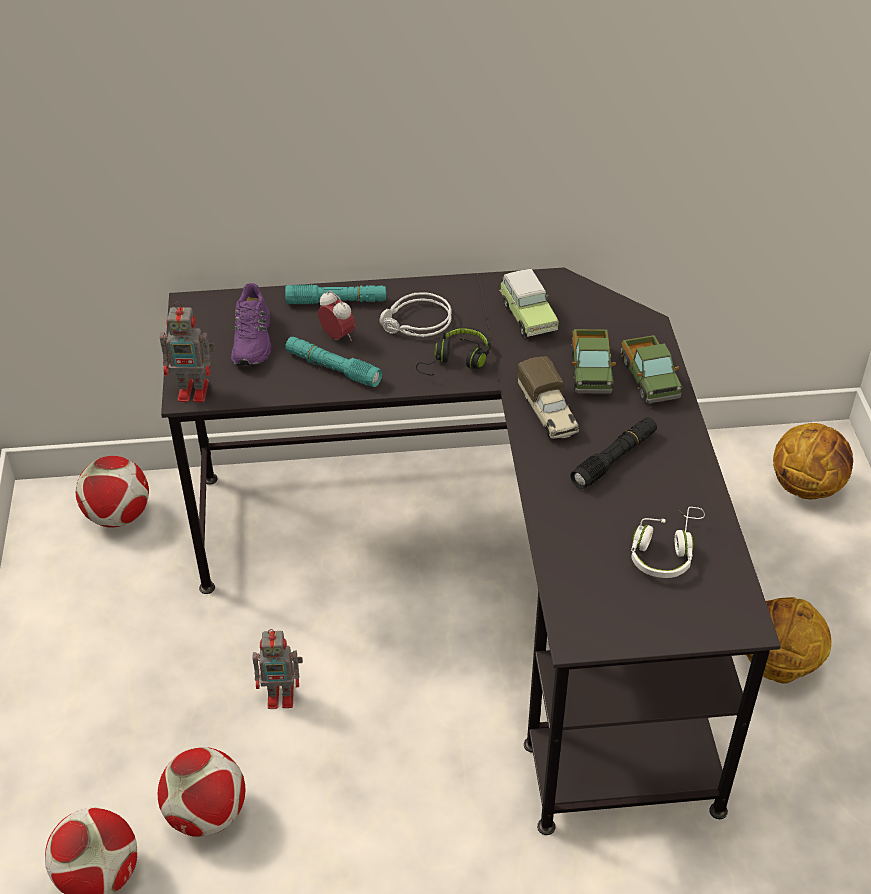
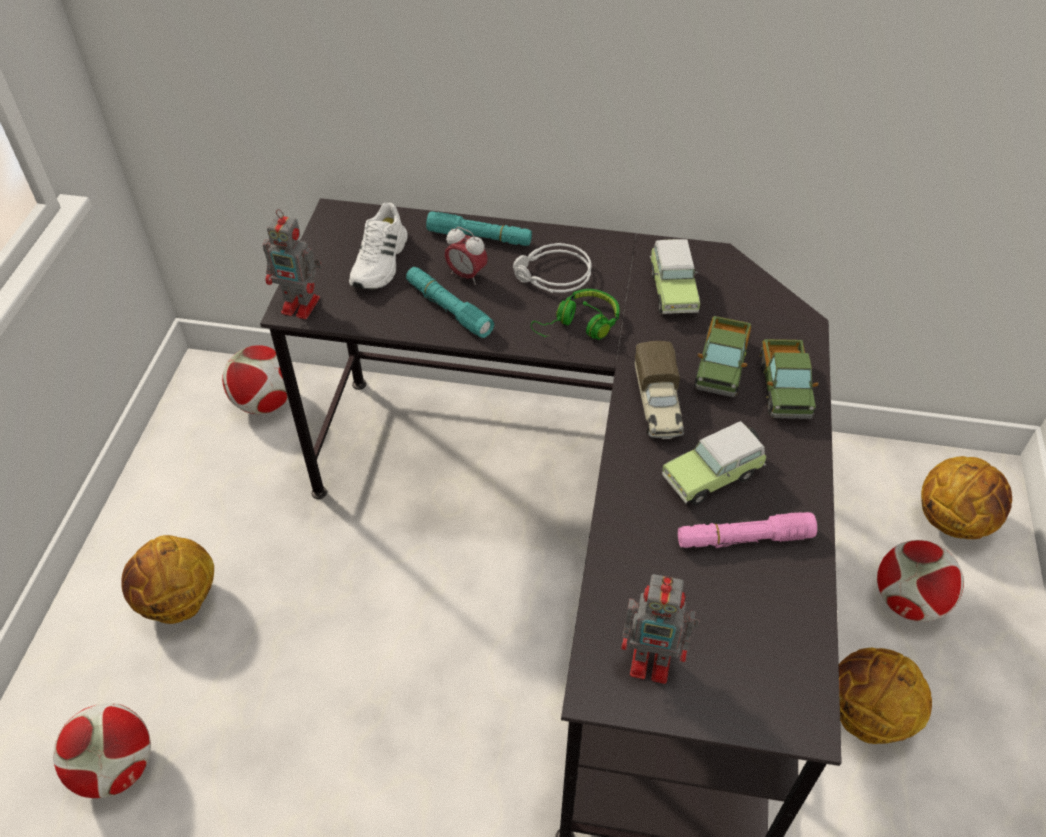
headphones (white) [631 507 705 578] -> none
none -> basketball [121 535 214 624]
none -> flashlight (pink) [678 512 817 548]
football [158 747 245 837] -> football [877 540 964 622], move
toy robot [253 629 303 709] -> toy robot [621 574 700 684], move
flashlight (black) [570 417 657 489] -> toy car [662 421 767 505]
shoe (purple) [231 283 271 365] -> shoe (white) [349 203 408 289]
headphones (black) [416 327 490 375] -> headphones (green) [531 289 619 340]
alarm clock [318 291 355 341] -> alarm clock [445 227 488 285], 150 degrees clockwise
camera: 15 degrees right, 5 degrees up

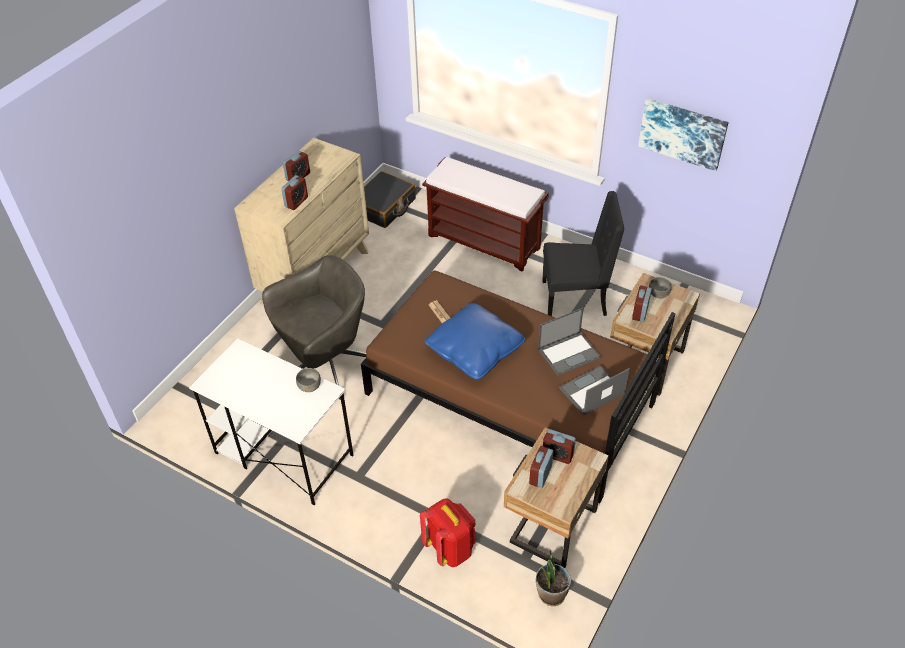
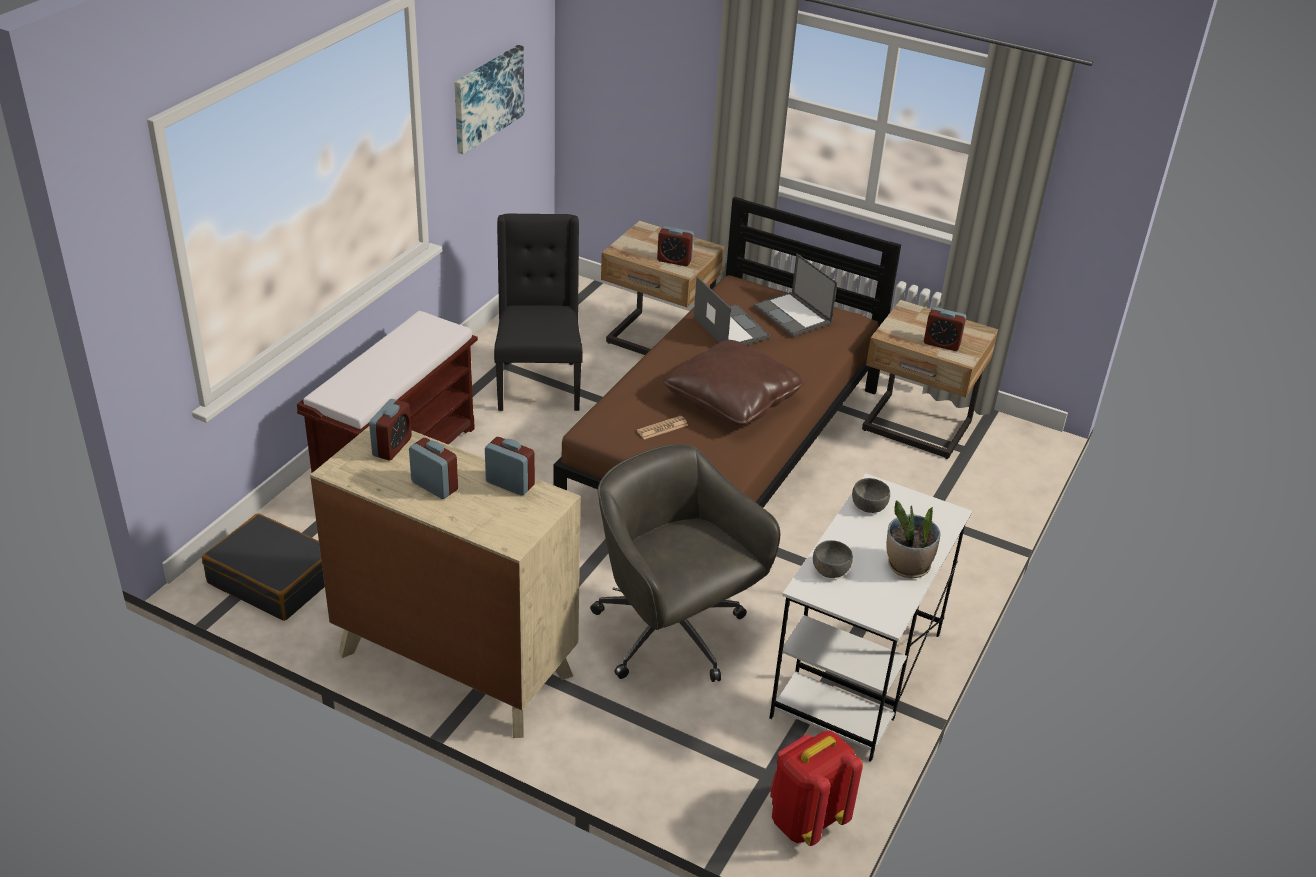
backpack (red) [420 498 477 567] -> backpack (red) [770 731 863 846], move
potted plant [536 550 571 606] -> potted plant [886 500 940 578], move
alarm clock [543 429 576 464] -> alarm clock [369 399 412 461], move
bowl (grey) [649 277 672 298] -> bowl (grey) [813 540 853 578], move
pillow (blue) [425 303 525 380] -> pillow (brown) [663 340 804 426]
camera: 95 degrees left, 10 degrees down

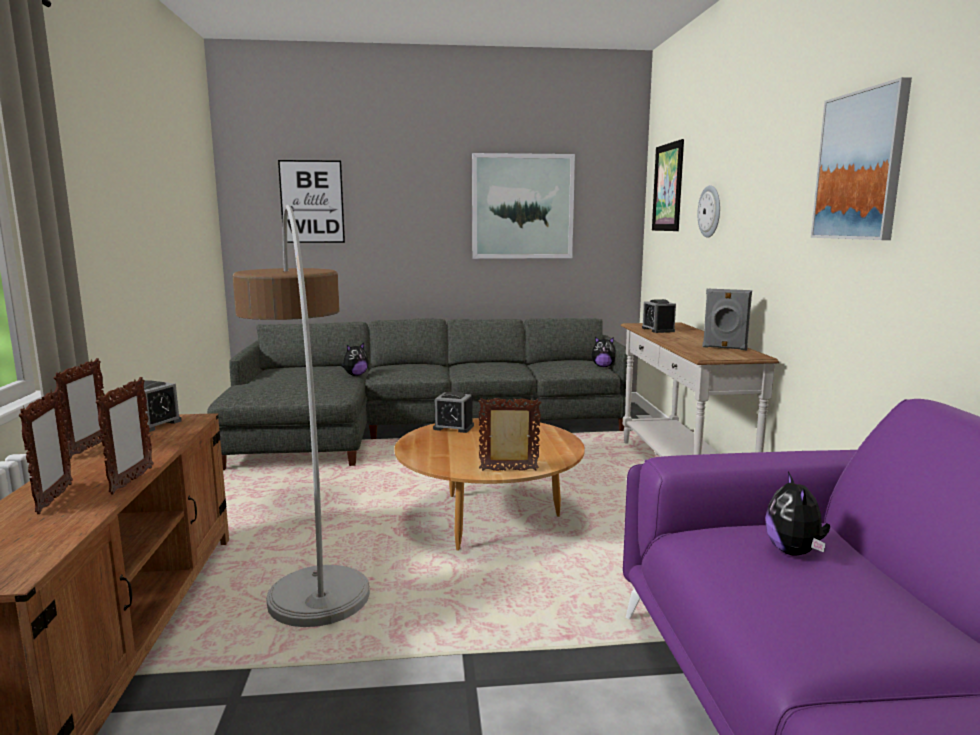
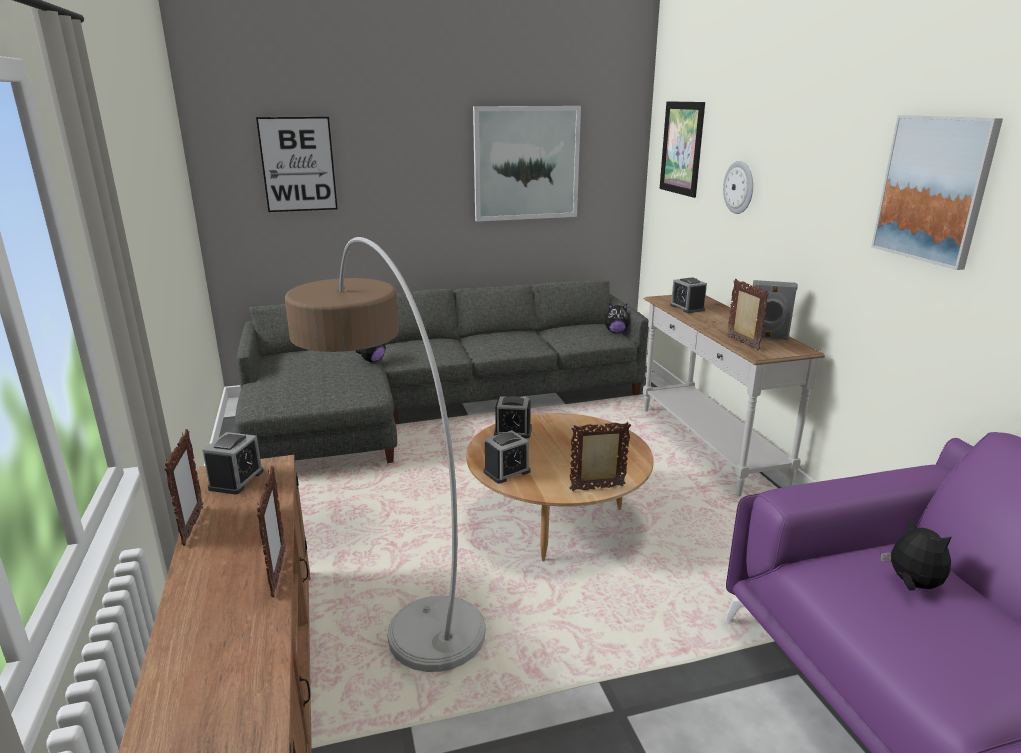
none -> alarm clock [483 430 530 484]
picture frame [19 388 73 514] -> picture frame [727 279 769 351], move
plush toy [765 472 830 556] -> plush toy [880 517 952 591], 150 degrees clockwise
camera: 10 degrees left, 10 degrees up

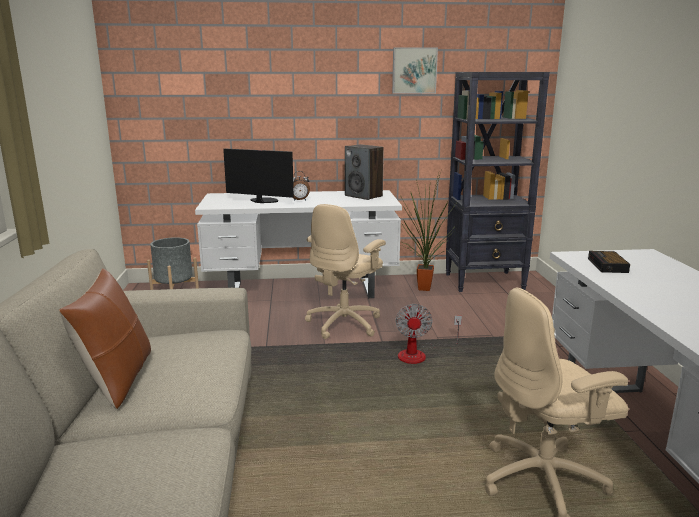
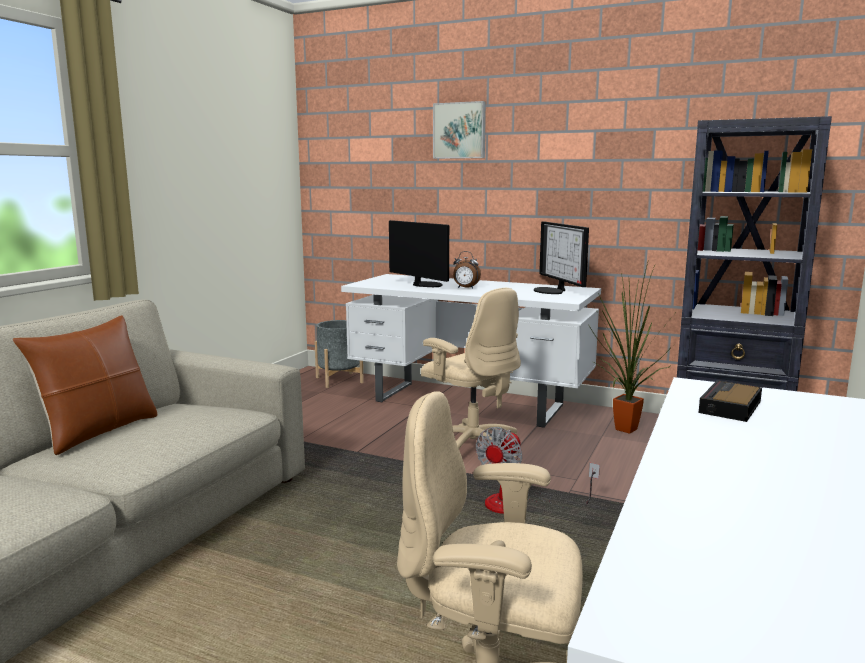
picture [392 47 438 94] -> picture [433 101 486 159], move
speaker [345 144 384 200] -> monitor [534 221 589 294]
office chair (beige) [305 204 386 339] -> office chair (beige) [421 288 521 458], 105 degrees counterclockwise
camera: 30 degrees right, 5 degrees down

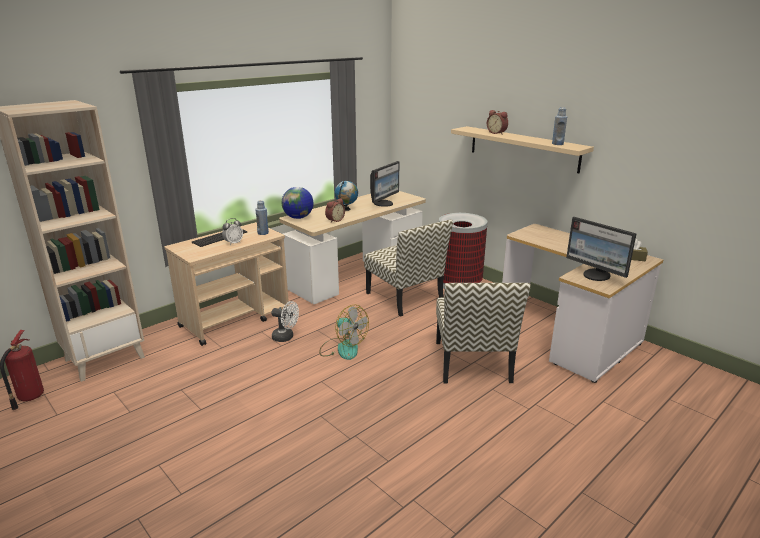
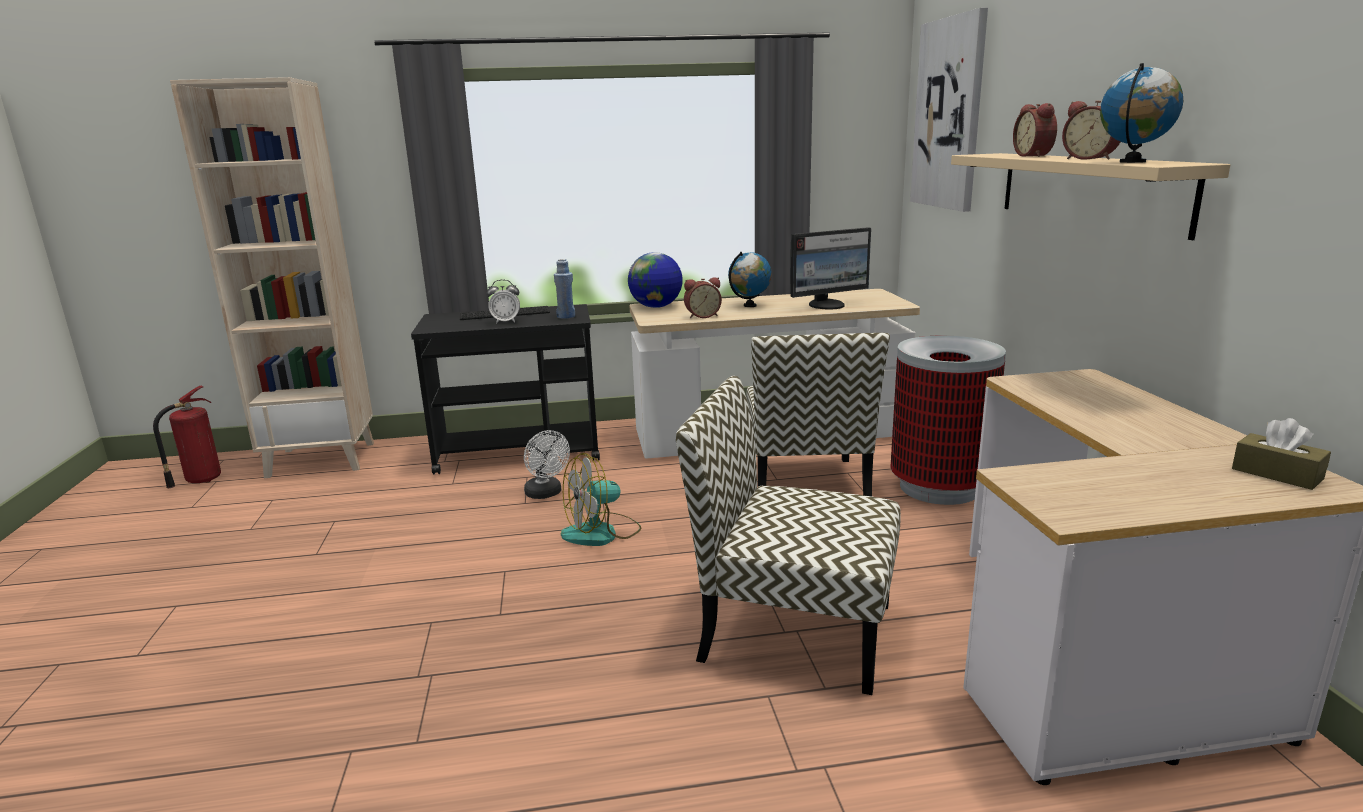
monitor [566 217 637 281] -> none
none -> picture [910 8 988 212]
none -> alarm clock [1062 100 1120 160]
bottle (blue) [552 107 567 145] -> globe [1100 63 1183 163]
cart (beige) [164 222 289 346] -> cart (black) [411 304 600 475]
fan [319 305 369 360] -> fan [561 453 641 546], 75 degrees clockwise
chair [436 283 531 383] -> chair [676 376 901 695], 75 degrees clockwise
camera: 35 degrees right, 5 degrees down

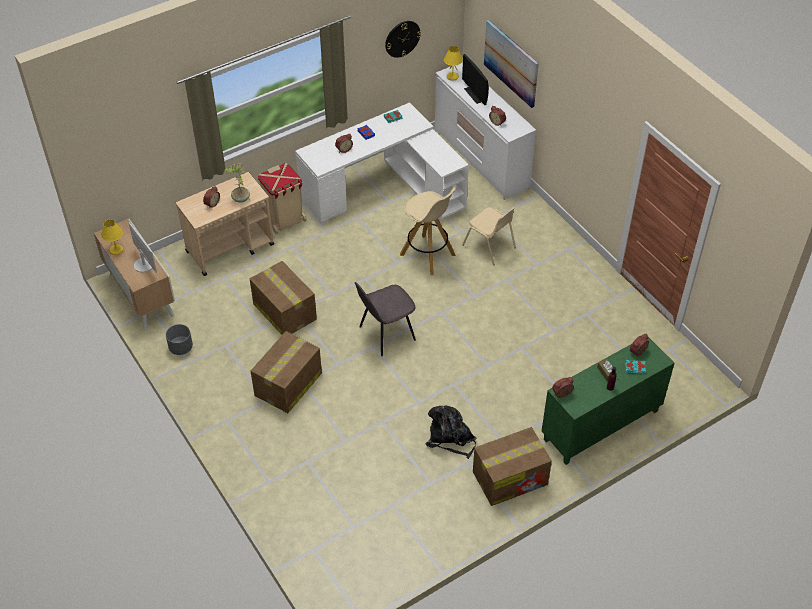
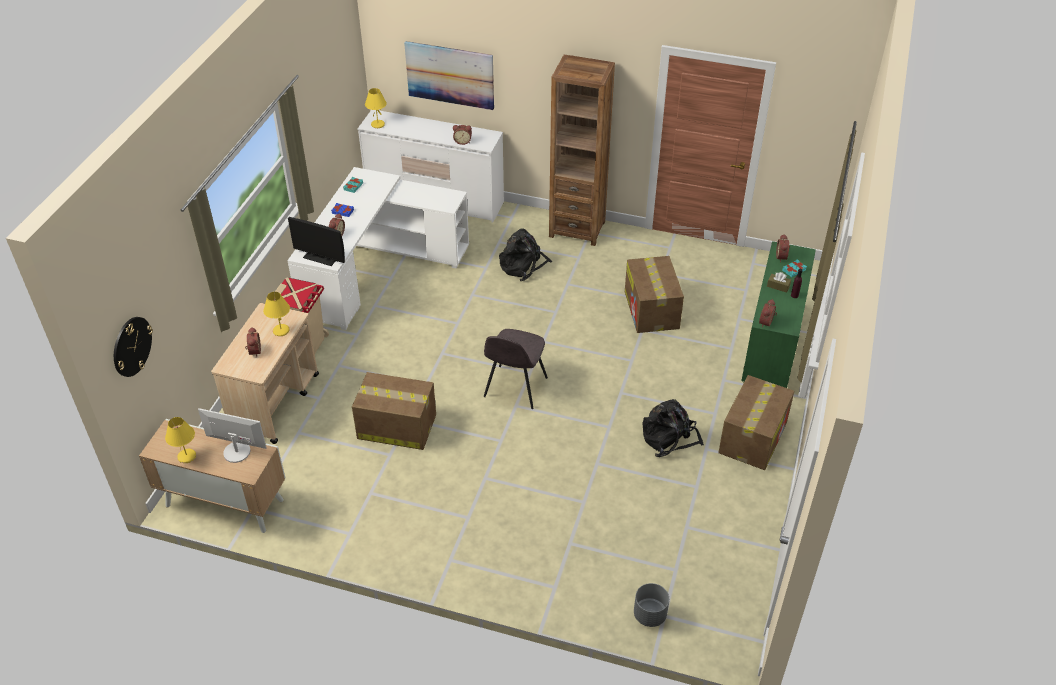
stool (beige) [400 187 456 275] -> none
none -> bookcase (brown) [549 55 615 246]
planter (grey) [166 324 193 355] -> planter (grey) [634 583 669 627], move
cardboard box [251 331 322 413] -> cardboard box [625 256 684 333], move
wall clock [385 21 421 58] -> wall clock [114 317 153 377], move
monitor [462 54 489 105] -> monitor [288 217 345 266], move
potted plant [225 163 250 203] -> table lamp (yellow) [263 292 290 336]
chair (beige) [462 207 516 265] -> backpack (black) [499 228 553 281]
camera: 40 degrees left, 5 degrees down

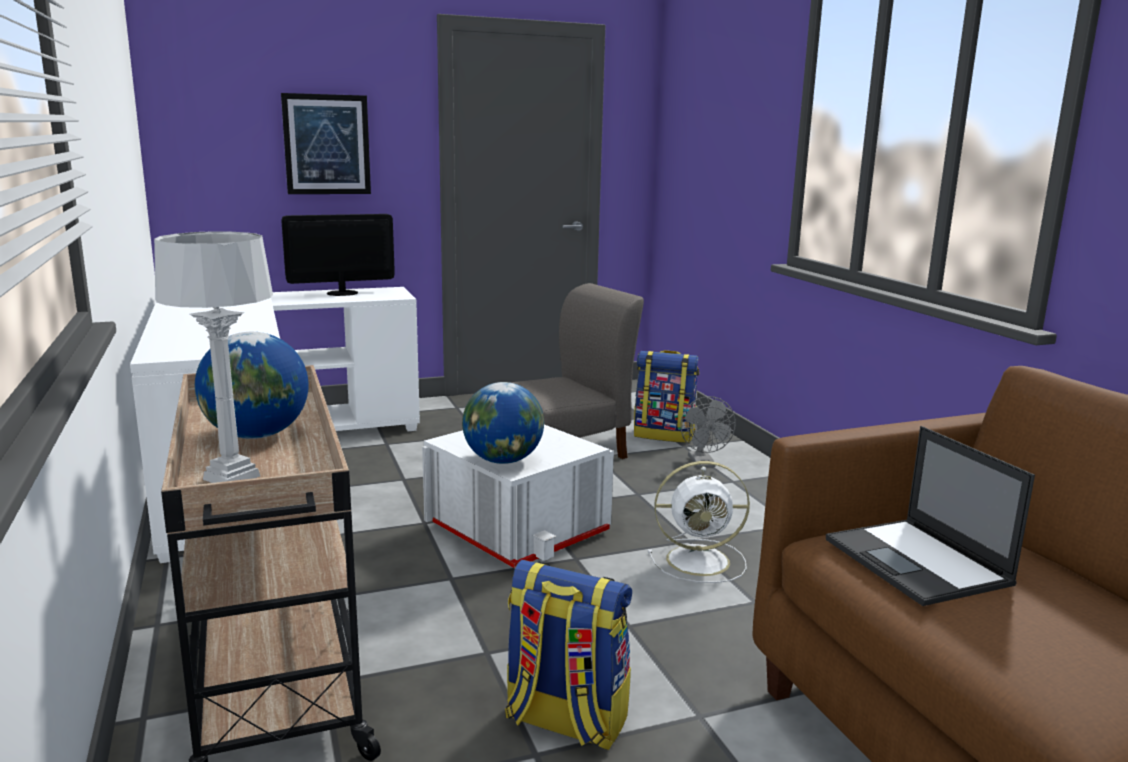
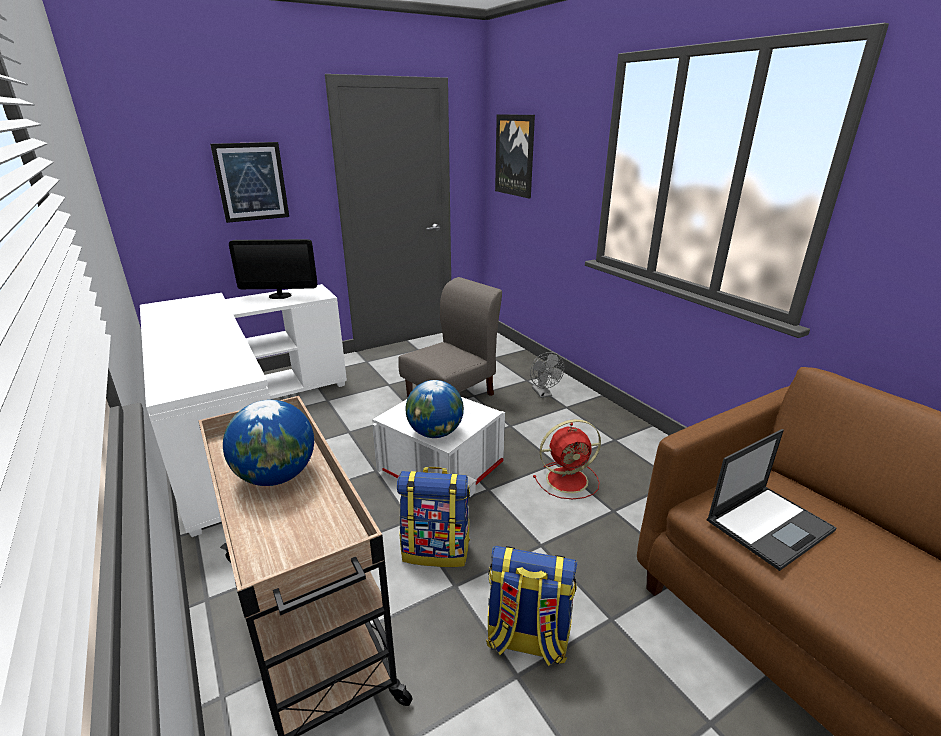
table lamp (grey) [154 231 273 483] -> none
none -> picture [495 114 535 198]
backpack [634 350 699 443] -> backpack [397 467 470 567], move
fan (white) [648 461 750 583] -> fan (red) [533 419 601 499]
monitor [281 214 394 296] -> monitor [229 239 317 299], 150 degrees counterclockwise
laptop [826 426 1035 606] -> laptop [707 429 836 571], 90 degrees counterclockwise
camera: 10 degrees left, 10 degrees up

